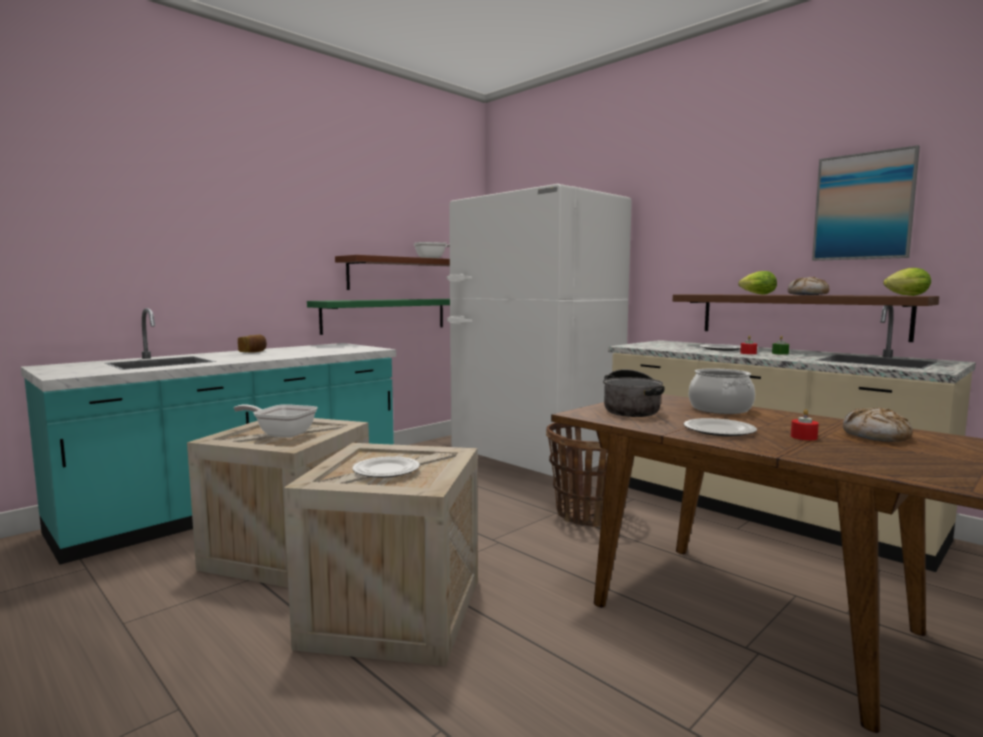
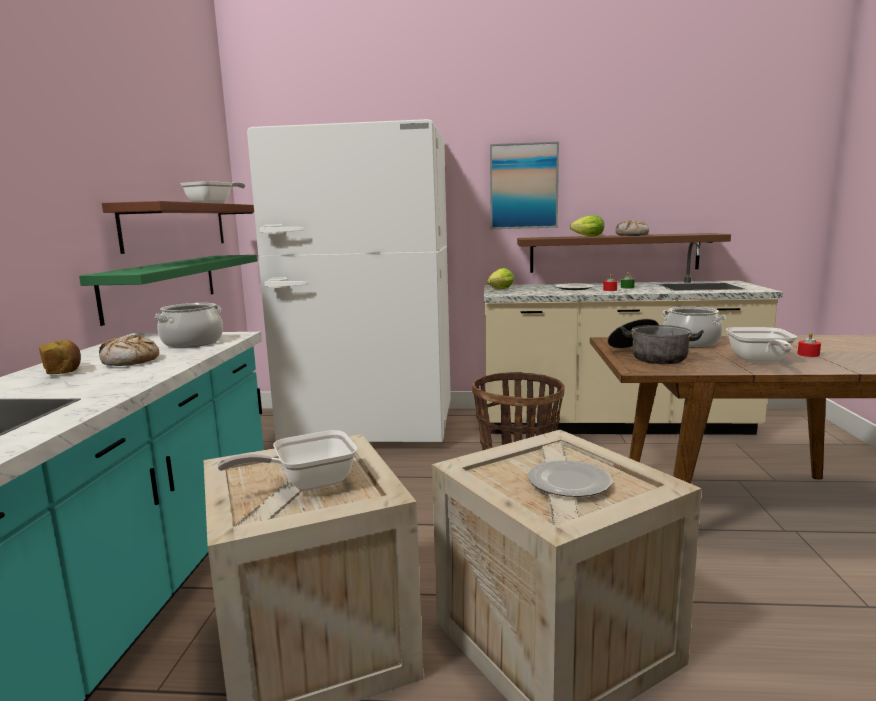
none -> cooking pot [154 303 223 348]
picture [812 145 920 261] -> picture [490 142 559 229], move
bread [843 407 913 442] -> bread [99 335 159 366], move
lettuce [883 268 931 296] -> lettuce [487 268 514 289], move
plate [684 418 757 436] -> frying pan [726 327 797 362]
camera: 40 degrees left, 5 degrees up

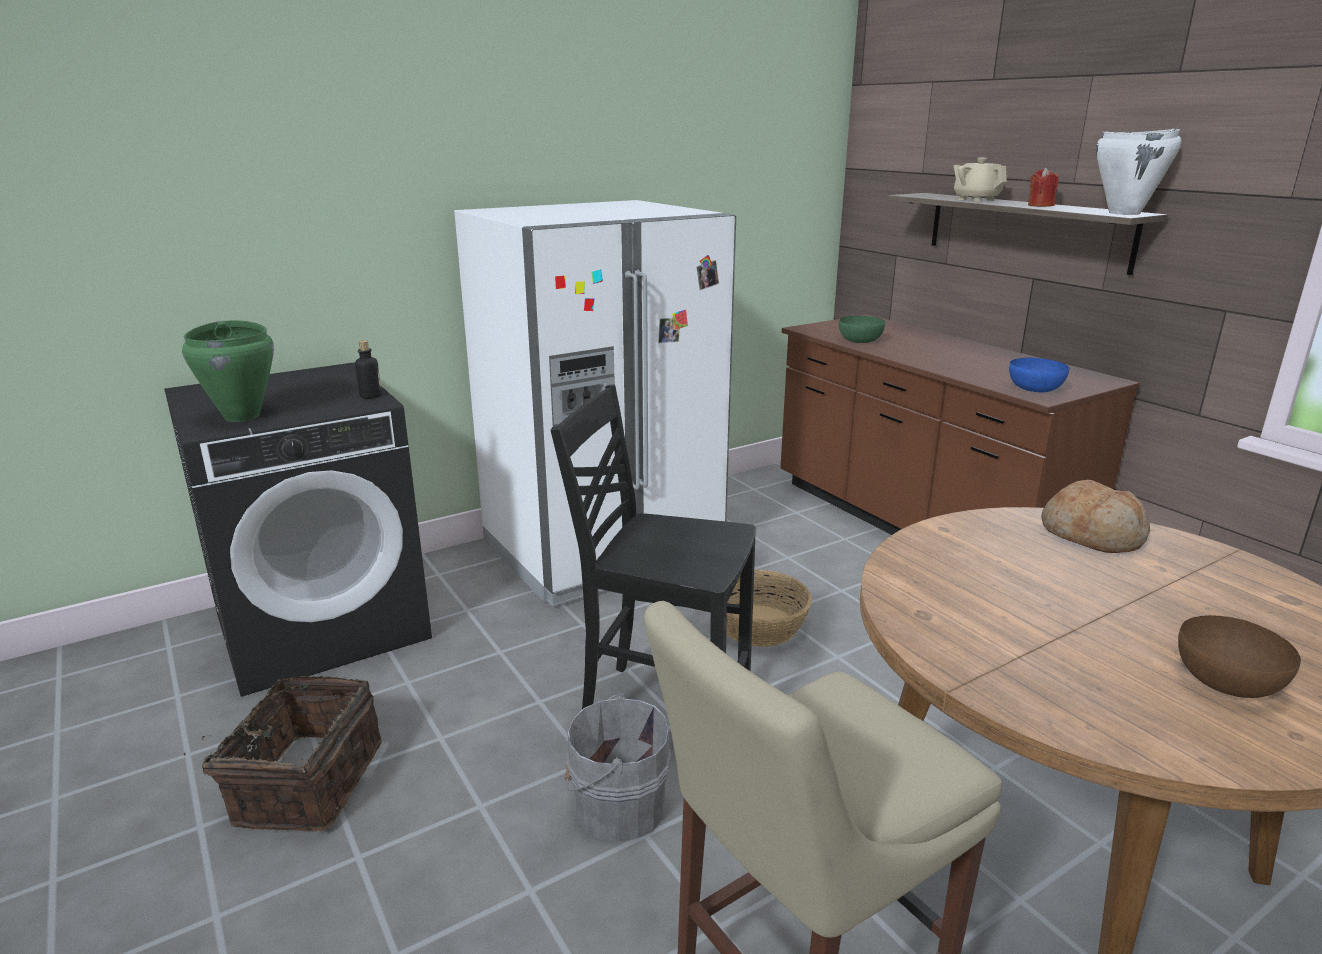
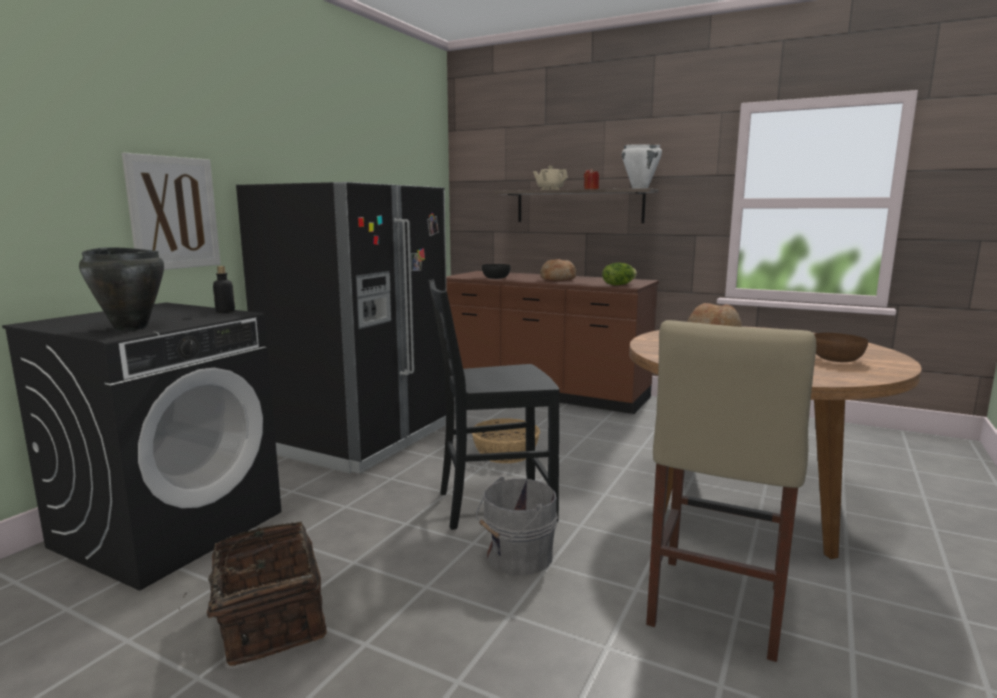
none -> picture [122 153 221 270]
none -> bread [540 259 576 281]
bowl (blue) [1009 358 1069 392] -> lettuce [602 263 637 285]
cooking pot (green) [182 320 274 422] -> cooking pot (black) [79 247 164 331]
fridge (white) [454 200 736 607] -> fridge (black) [236 182 447 474]
bowl (green) [839 316 885 343] -> bowl (black) [482 264 511 279]
camera: 30 degrees left, 10 degrees down

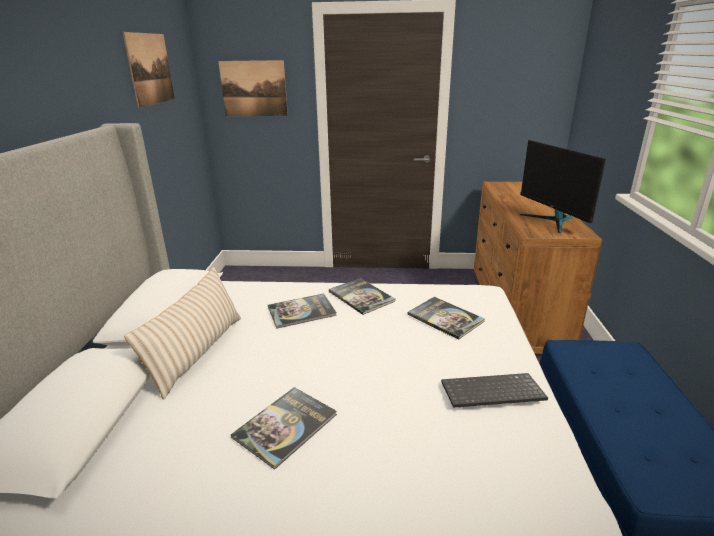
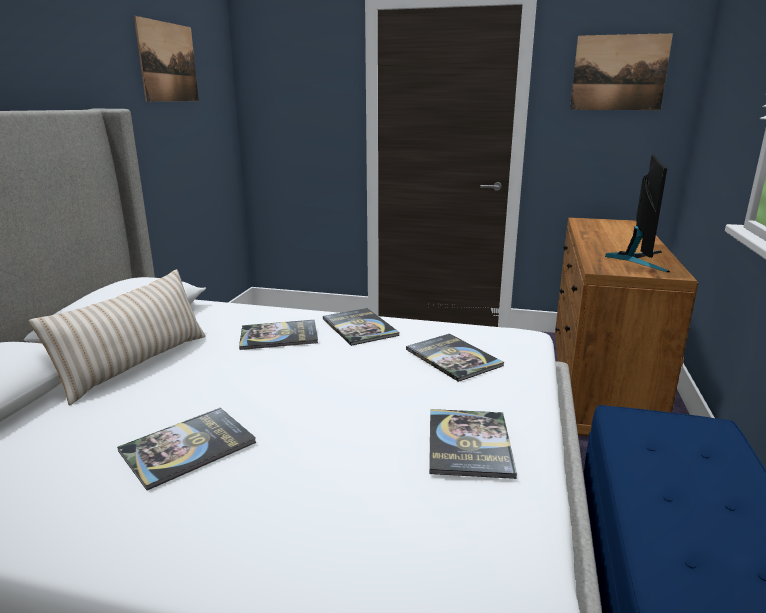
picture [218 60 288 116] -> picture [570 33 673 110], move
keyboard [441 373 548 408] -> book [429 409 517 479]
monitor [520 140 606 233] -> monitor [605 155 670 272], 150 degrees counterclockwise
camera: 10 degrees right, 5 degrees down

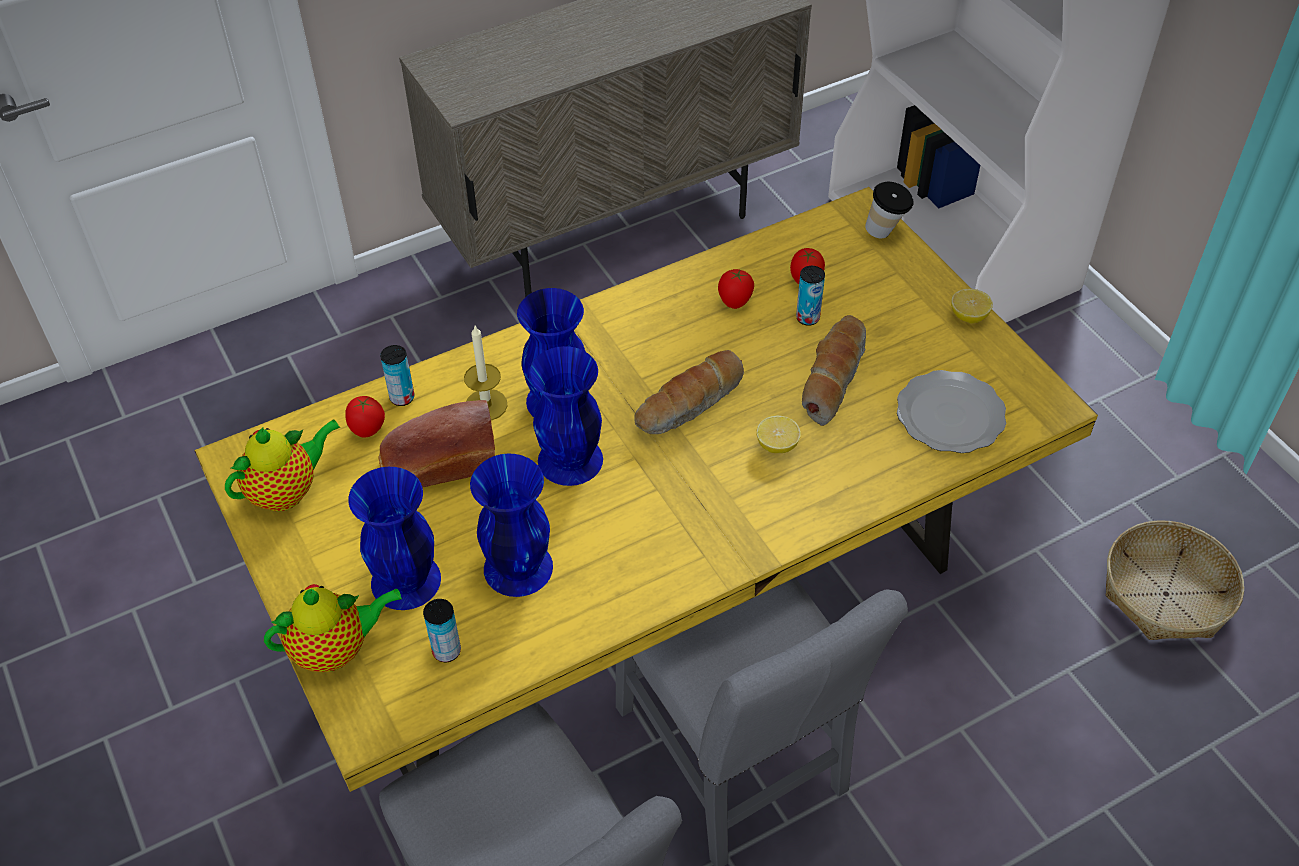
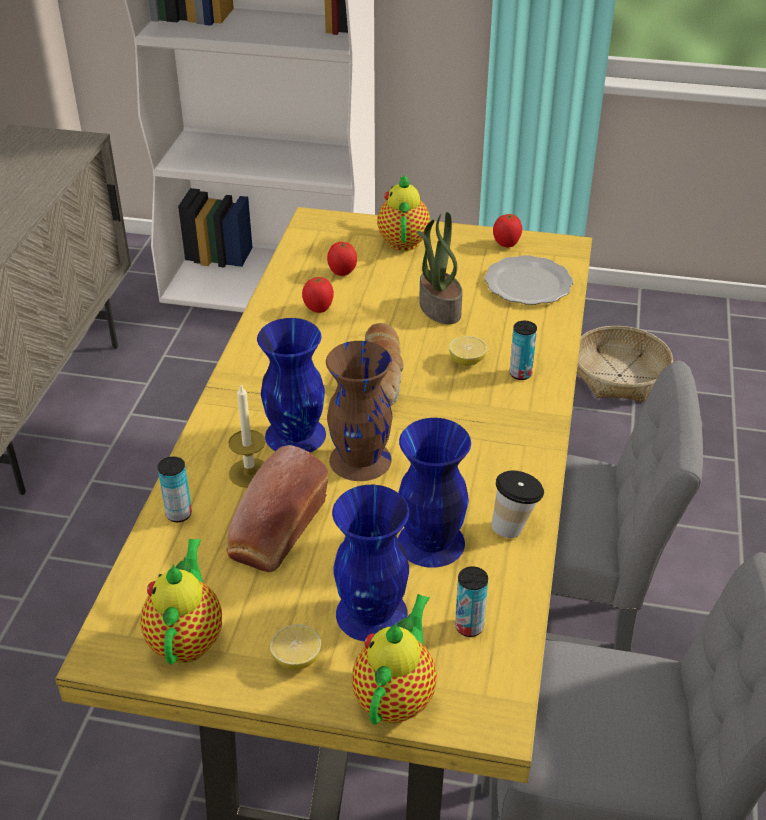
none -> teapot [377 174 430 251]
tomato [346 396 385 438] -> tomato [493 214 522 247], move
can [796 266 825 326] -> can [510 321 537 380], move
cup [865 182 914 238] -> cup [491 470 544 538], move
lemon [951 289 993 323] -> lemon [270 624 321 670], move
bread [802 315 866 426] -> potted plant [417 212 463 324]
vase (blue) [529 346 603 486] -> vase (brown) [326 341 392 481]
camera: 50 degrees left, 10 degrees down

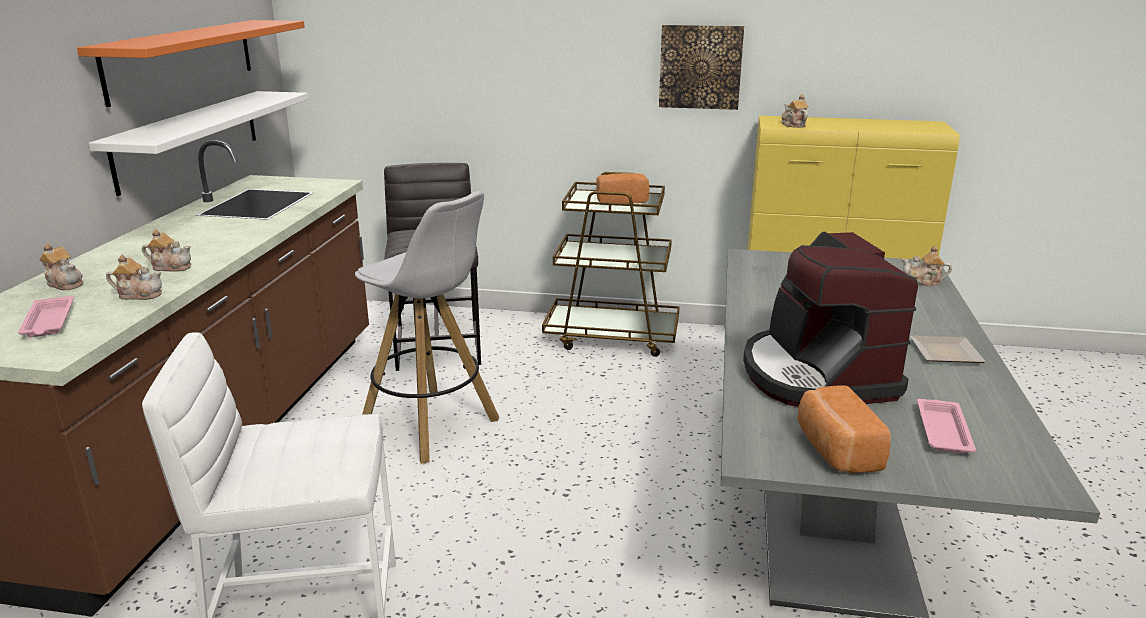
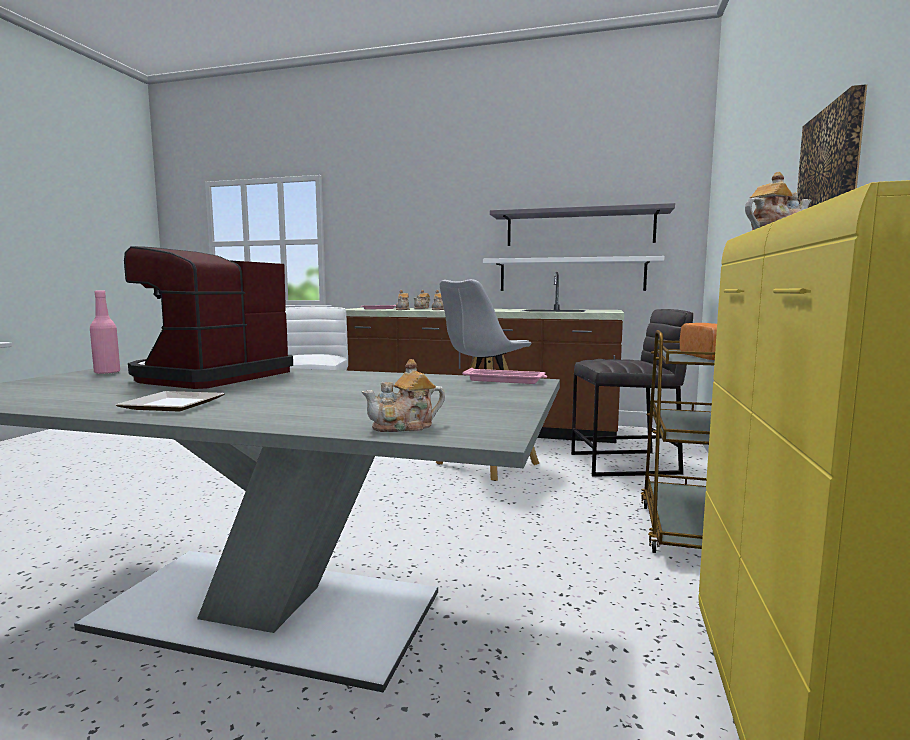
tray (pink) [917 399 976 454] -> tray (pink) [462 368 547 384], move
bread [798 385 891 473] -> bottle (pink) [90 291 120 374]
shelf (orange) [77 20 305 107] -> shelf (grey) [490 203 675 246]
coffee machine [743 232 918 407] -> coffee machine [124 246 293 389], 60 degrees counterclockwise
teapot [902 246 952 286] -> teapot [362 359 445 432], 135 degrees counterclockwise
camera: 95 degrees right, 15 degrees down

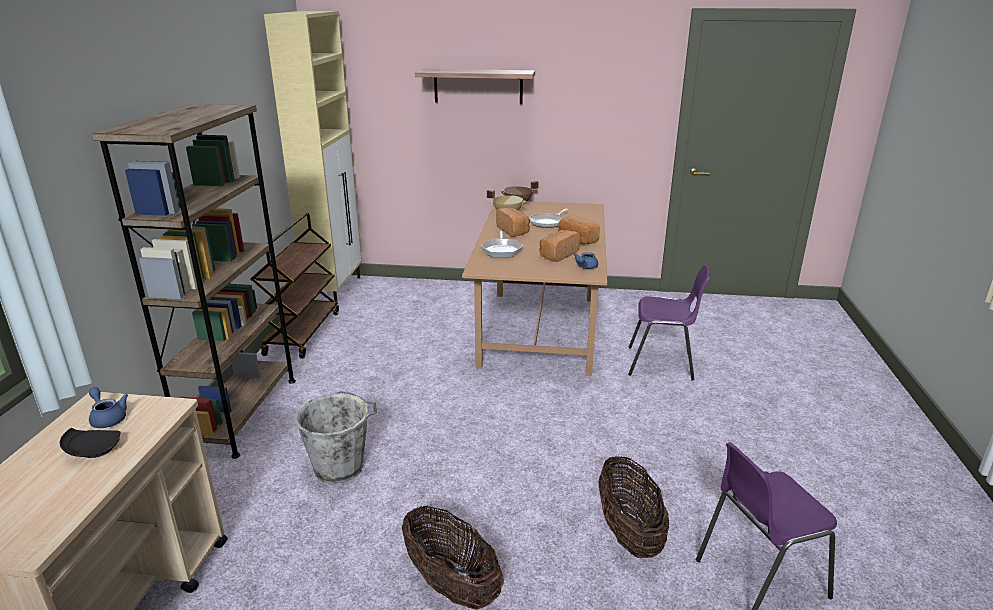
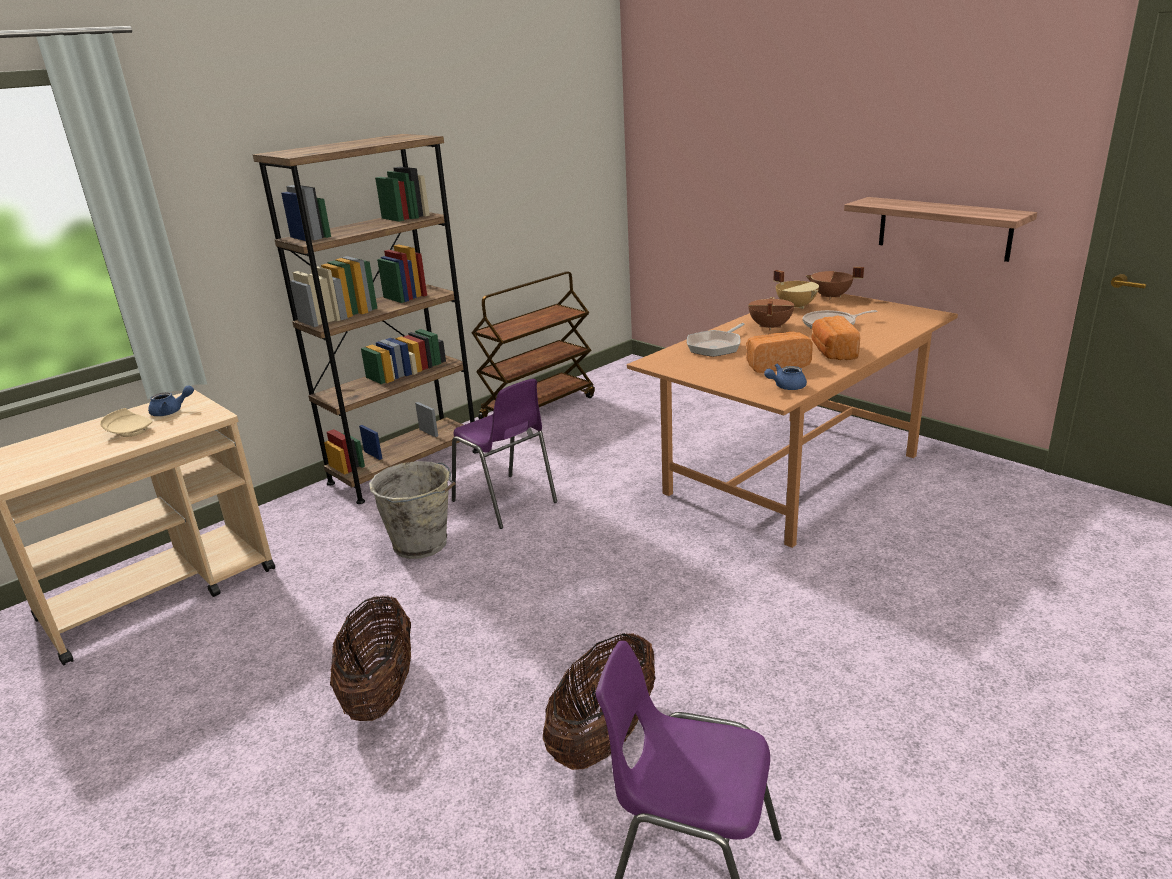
cabinet (beige) [264 11 362 305] -> none
shelf [415 69 535 104] -> shelf [844 197 1037 262], move
chair (purple) [628 264 710 381] -> chair (purple) [452 379 557 529], move
bread [496 208 530 237] -> cooking pot (brown) [748 297 795 331]
plate (black) [60 428 120 458] -> plate (beige) [100 408 153 437]
teapot (blue) [89 387 128 428] -> teapot (blue) [148 385 194 416], 75 degrees clockwise
camera: 40 degrees right, 0 degrees up

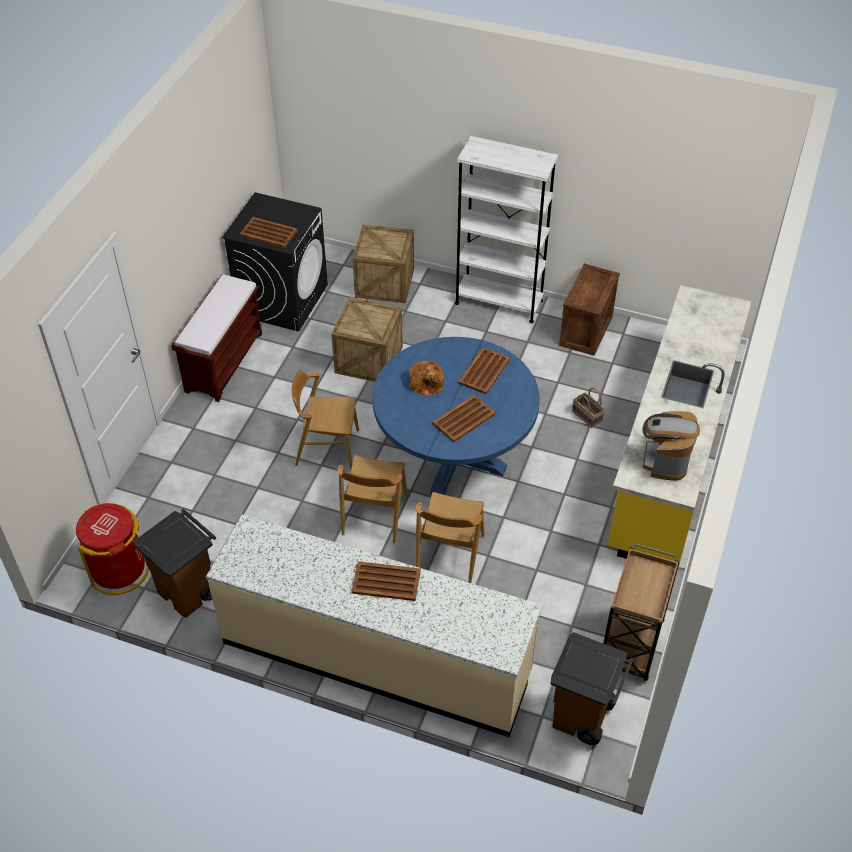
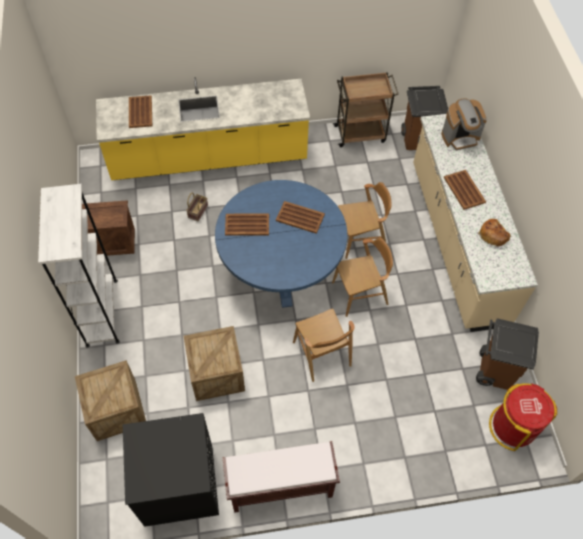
tray (brown) [240 217 298 248] -> tray (brown) [129 95 152 128], move
bread [409 360 444 395] -> bread [478 219 510 246], move
coffee machine [642 411 700 481] -> coffee machine [441 98 487 151], move
camera: 120 degrees left, 10 degrees up

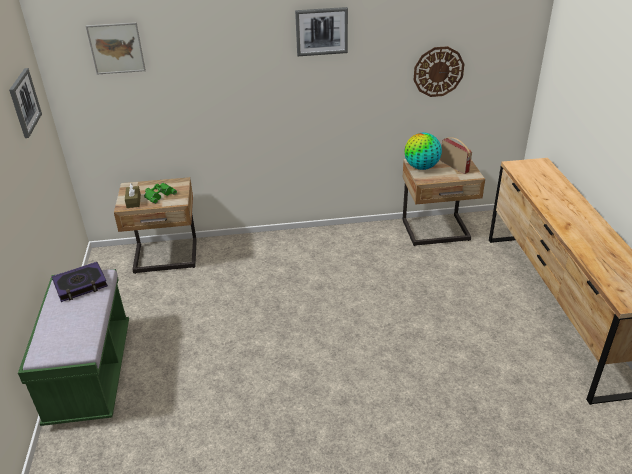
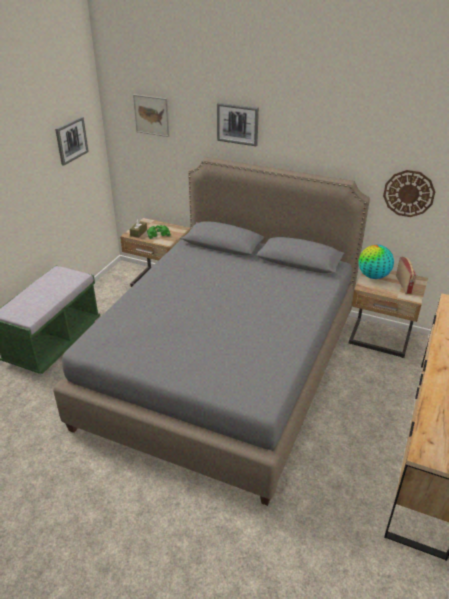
book [52 262 108 302] -> none
none -> bed (grey) [53 157 370 506]
picture [295 7 348 56] -> picture [217 103 259 146], move
camera: 30 degrees right, 0 degrees up

